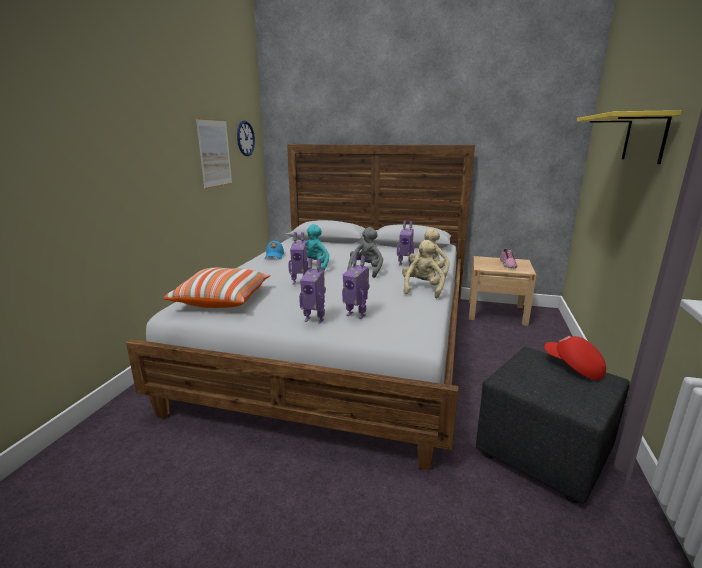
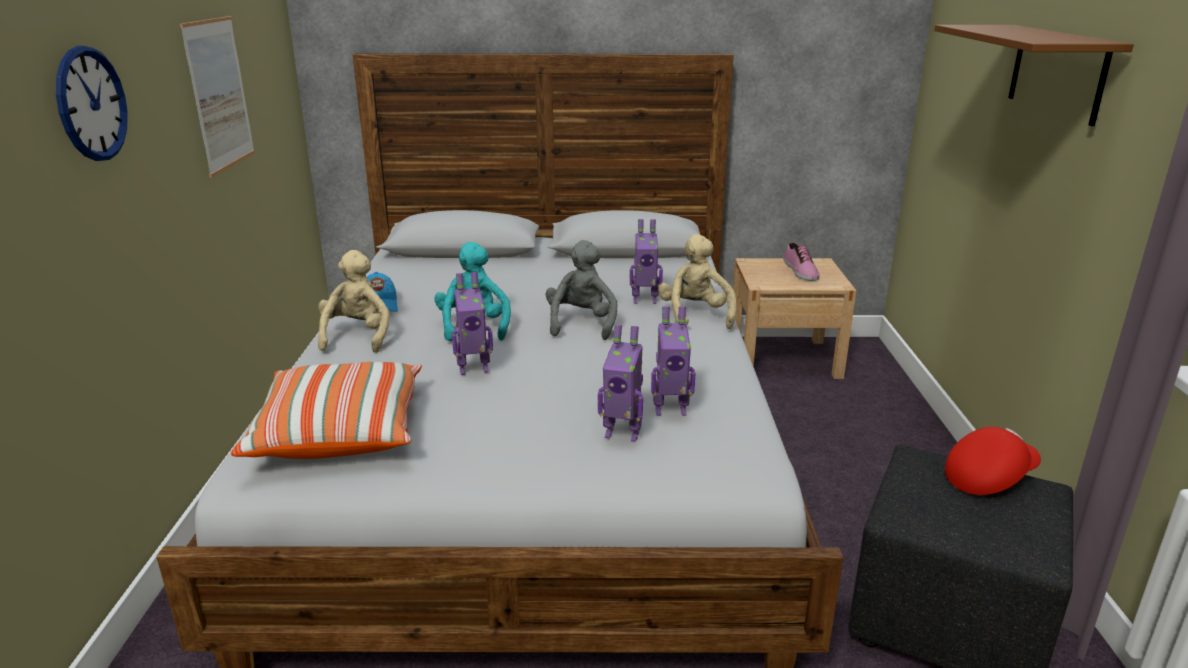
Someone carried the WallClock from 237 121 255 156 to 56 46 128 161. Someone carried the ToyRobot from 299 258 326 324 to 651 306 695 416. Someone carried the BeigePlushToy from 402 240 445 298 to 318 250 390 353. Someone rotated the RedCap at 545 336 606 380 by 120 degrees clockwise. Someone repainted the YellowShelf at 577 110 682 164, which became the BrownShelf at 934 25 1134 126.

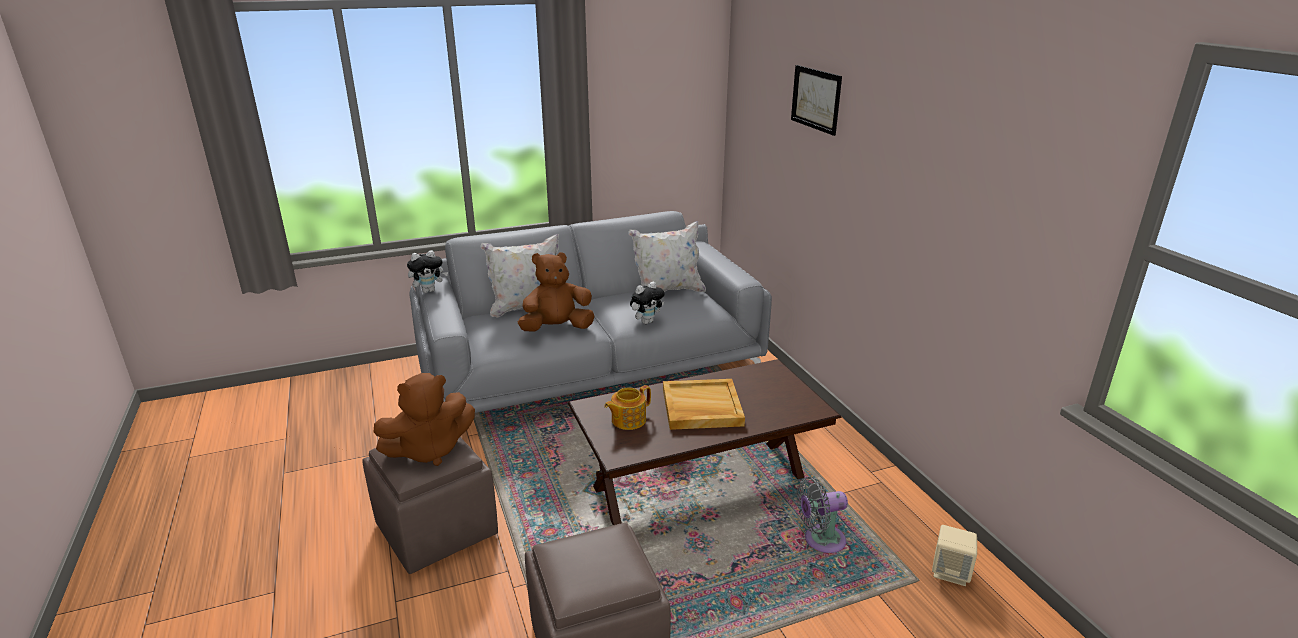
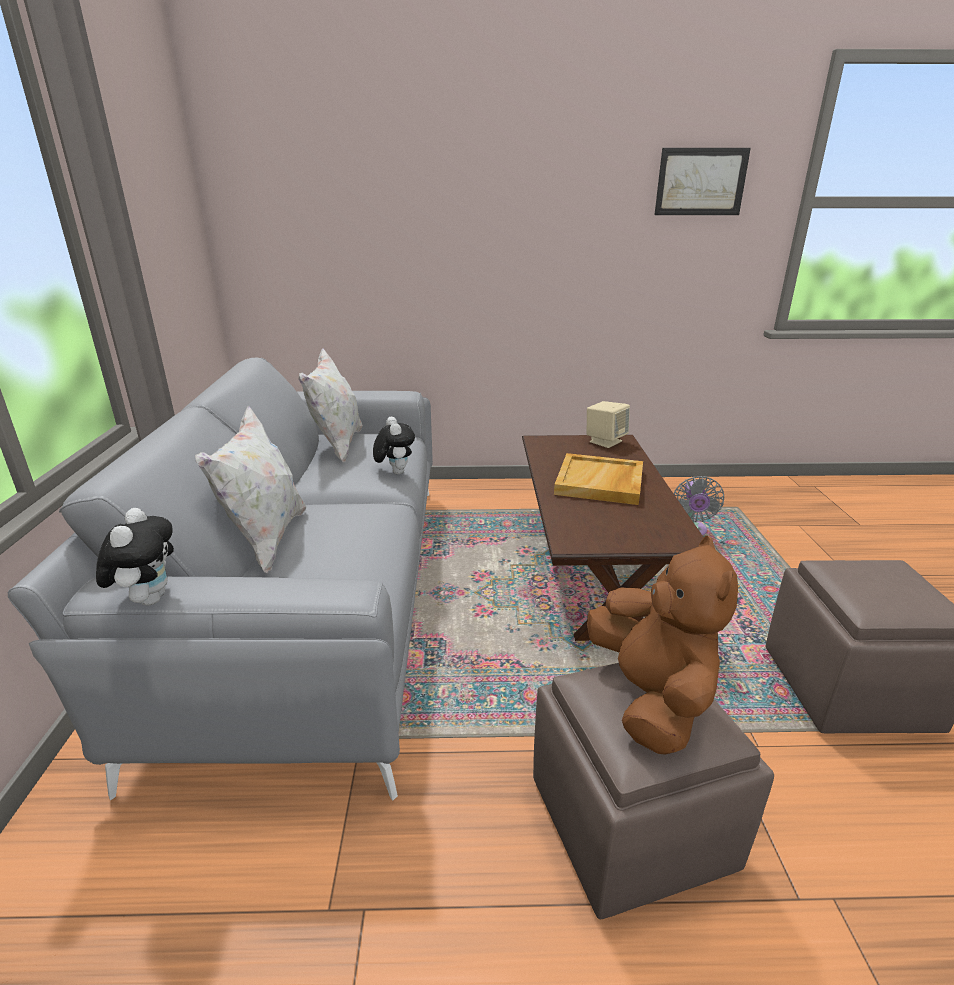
Someone took away the BrownPlushToy at 518 252 595 332. Someone took away the Teapot at 604 385 651 430. Someone carried the Picture from 791 65 842 136 to 655 148 751 215. Someone carried the BeigeSpeaker from 932 525 977 586 to 587 401 630 448.

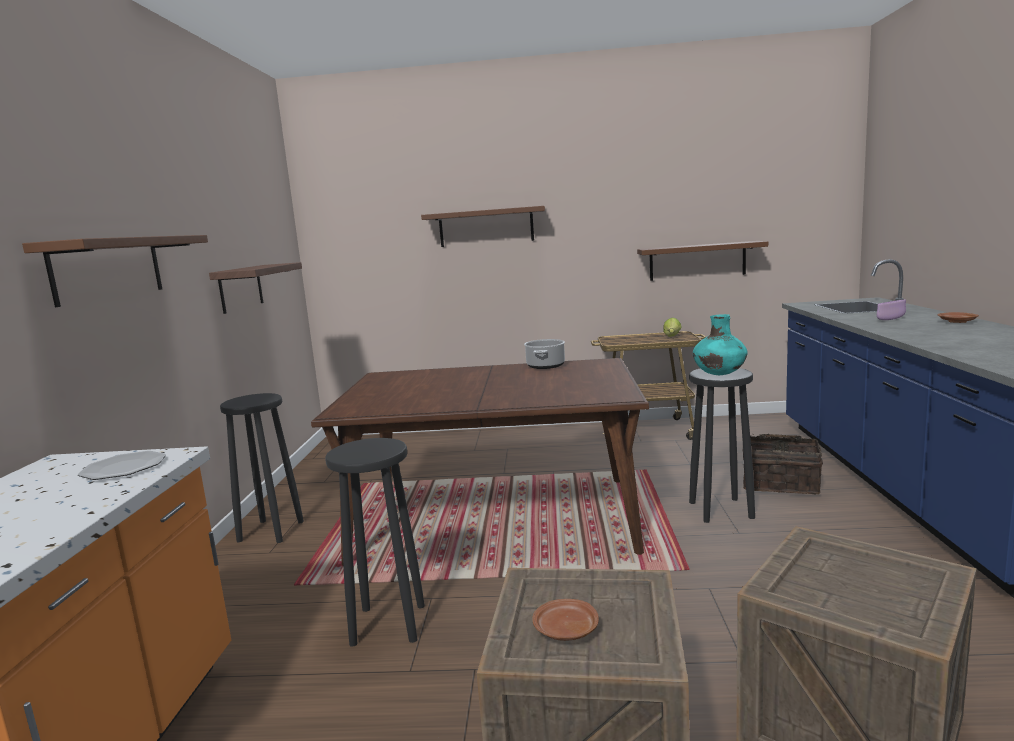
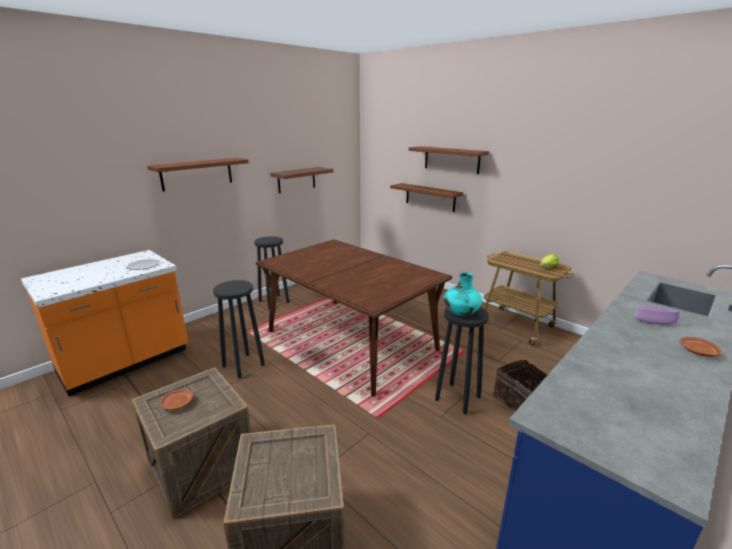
Someone took away the CookingPot at 524 339 565 369. Someone carried the BrownShelf from 637 241 768 281 to 390 183 463 212.

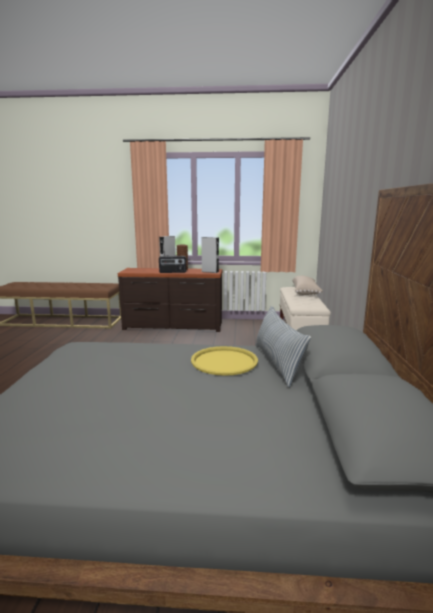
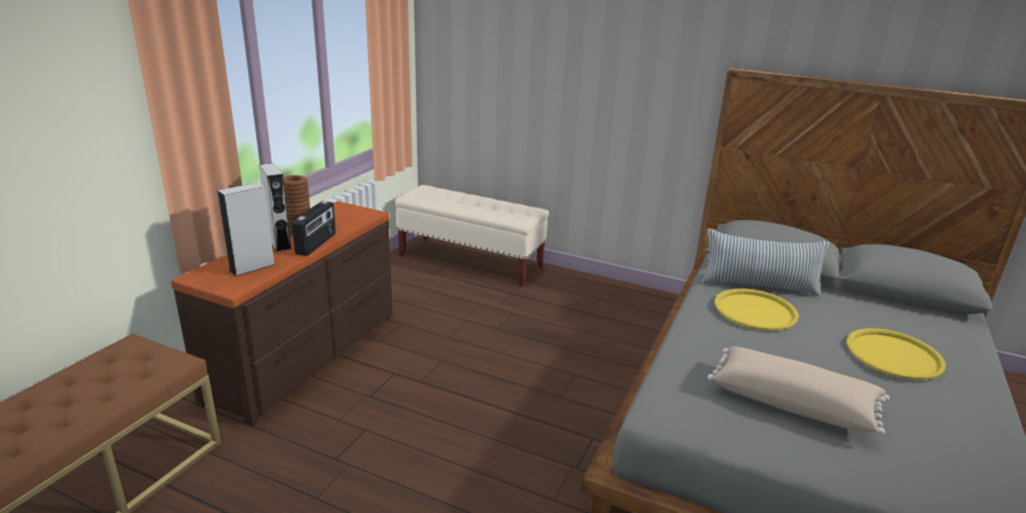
Someone carried the GreySpeaker from 201 237 219 273 to 218 182 275 276. Someone carried the BeigePillow from 292 276 323 295 to 708 346 890 435. Someone put down the YellowTray at 846 328 946 380.

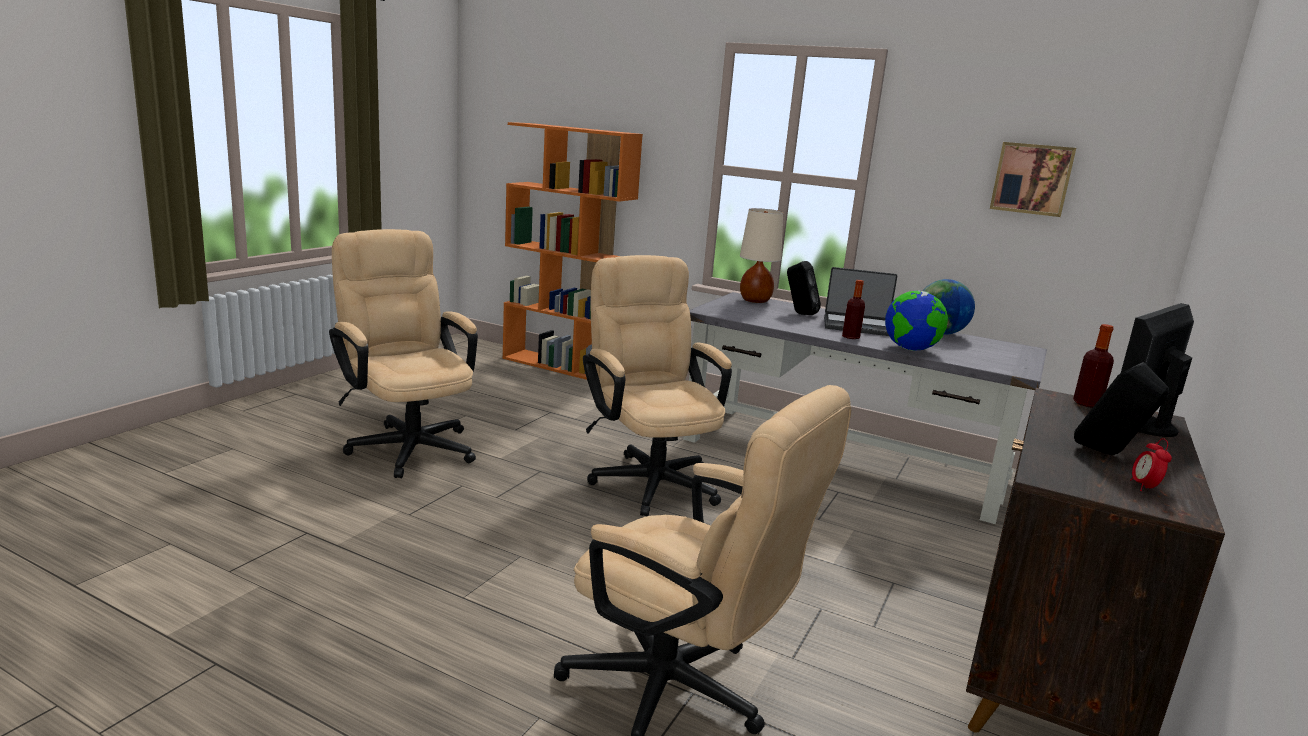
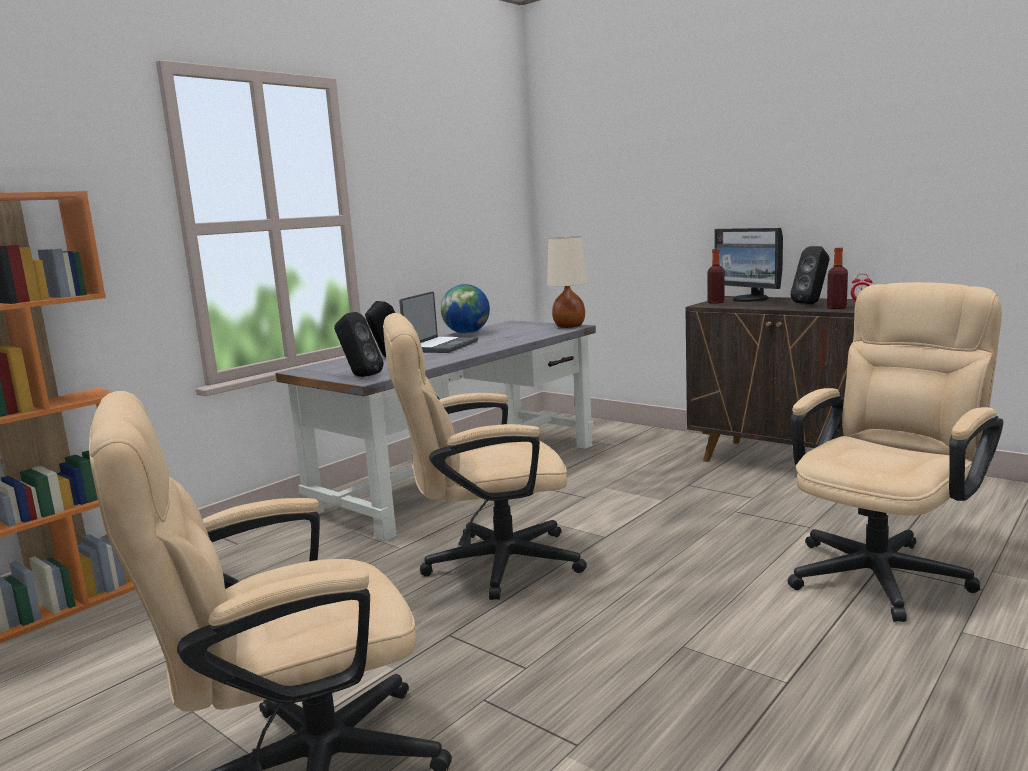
Someone carried the BeigeTableLamp from 740 208 783 303 to 547 237 587 328. Someone carried the Bottle from 842 280 865 339 to 827 247 848 309. Someone took away the Globe at 885 290 948 351. Someone took away the Picture at 990 142 1076 217. Someone put down the BlackSpeaker at 334 312 383 377.

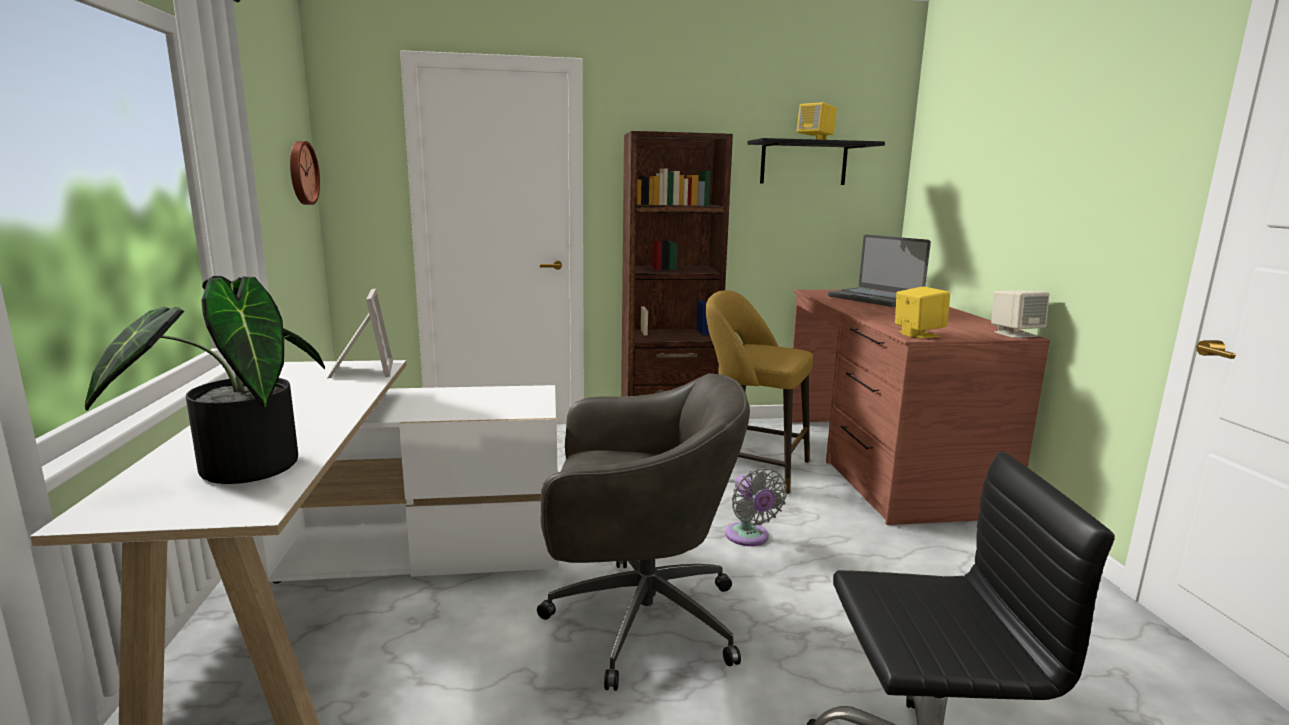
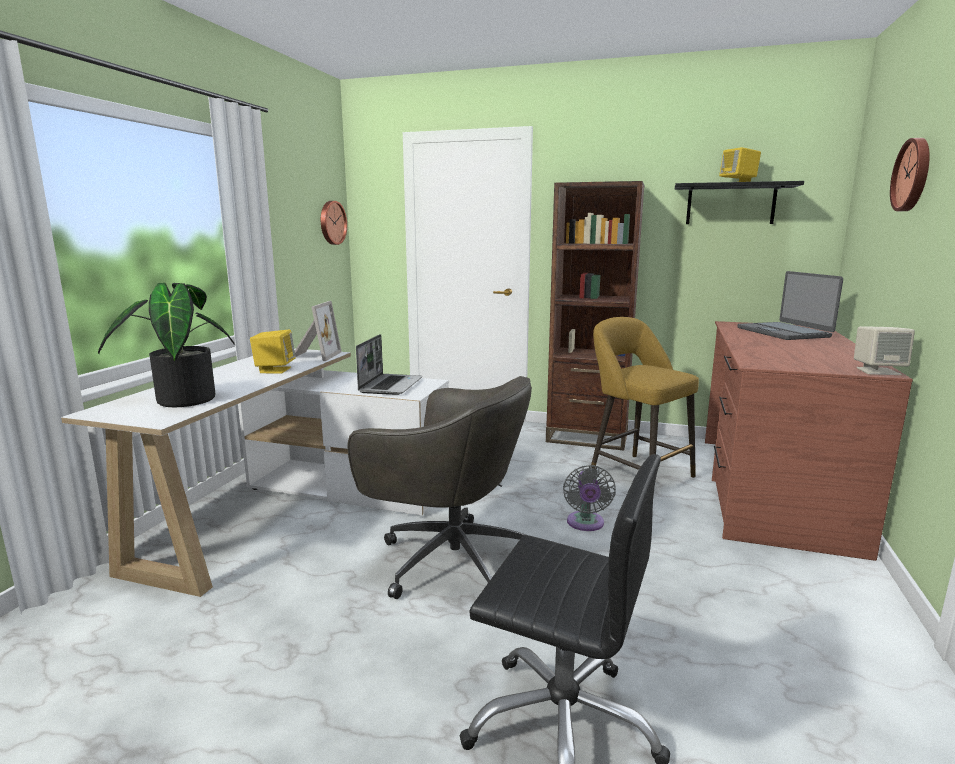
Someone carried the YellowSpeaker from 895 287 950 338 to 250 330 296 374. Someone put down the Laptop at 356 334 422 395. Someone put up the WallClock at 890 138 930 211.

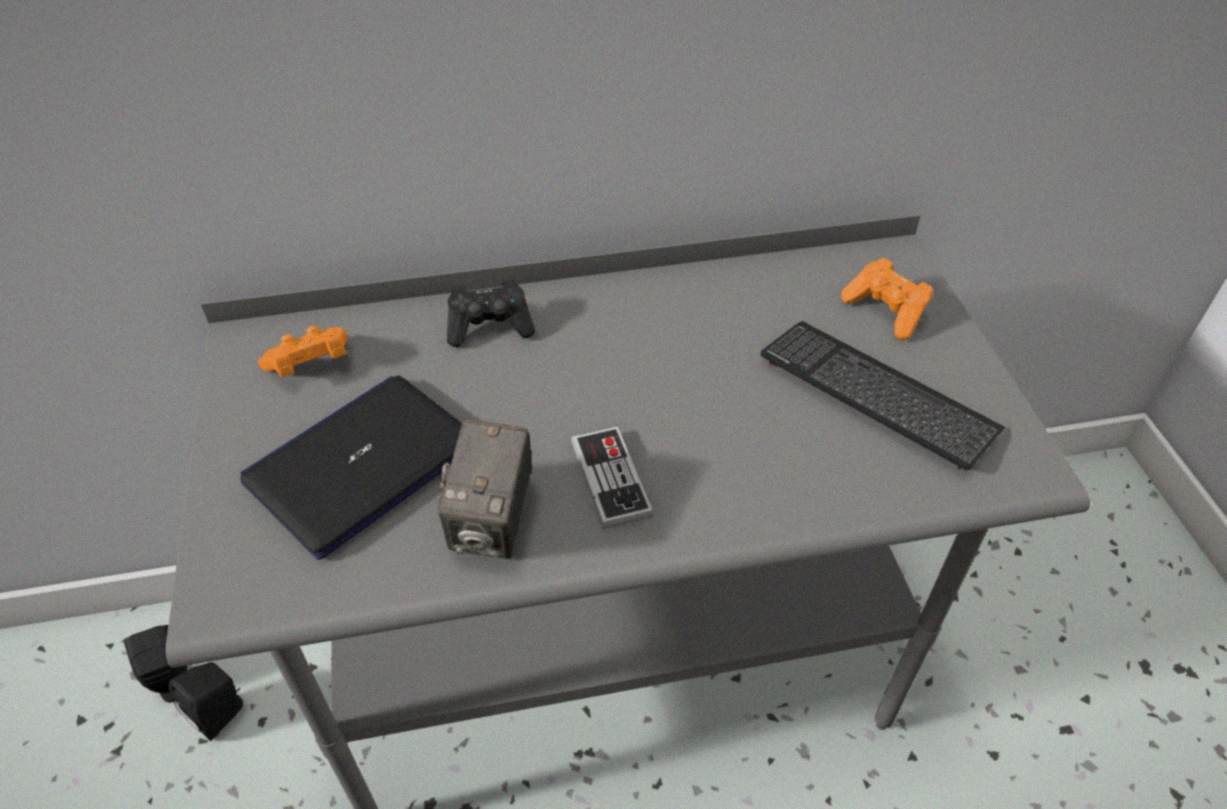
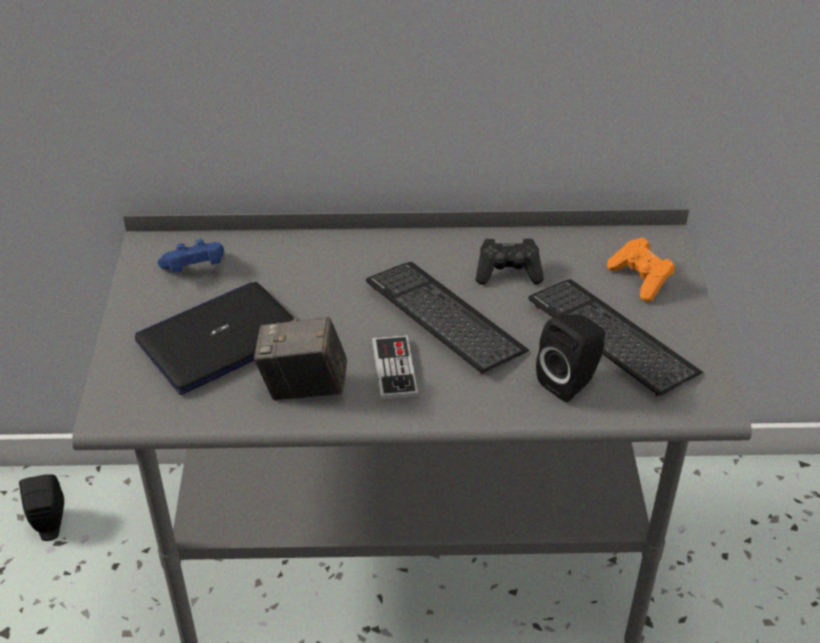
Someone carried the BlackSpeaker from 169 662 243 741 to 536 314 605 402. Someone repainted the OrangeGameController at 258 326 347 377, which became the BlueGameController at 158 239 224 273. Someone rotated the PhotoCamera at 438 419 532 559 by 75 degrees clockwise. Someone carried the BlackGameController from 447 280 535 347 to 476 239 544 285. Someone put down the Keyboard at 366 262 530 374.

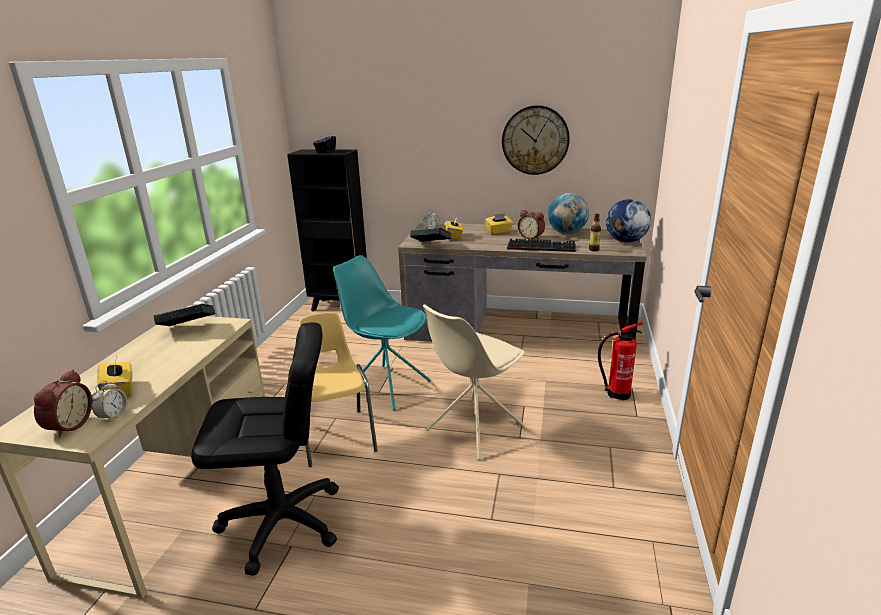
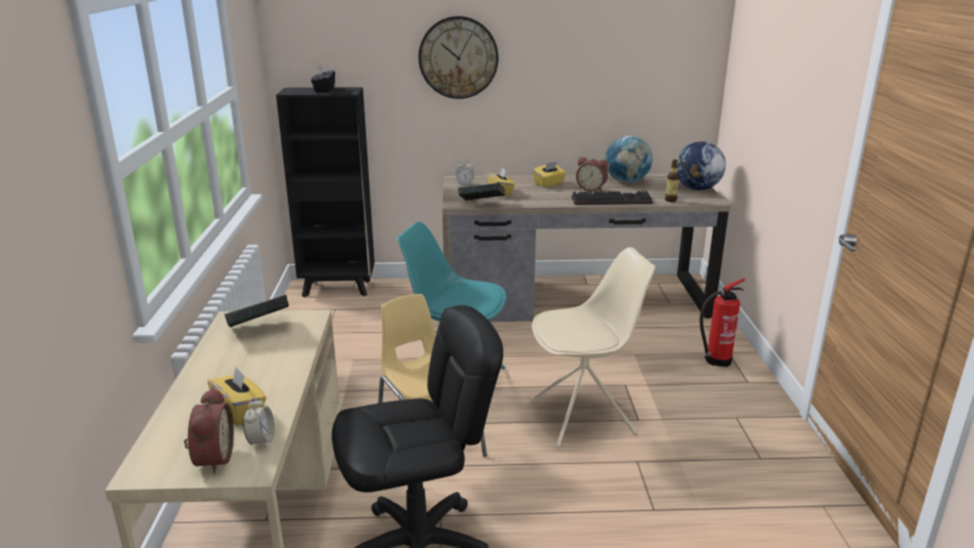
Someone rotated the BeigeChair at 423 304 525 460 by 135 degrees counterclockwise. Someone carried the WallClock from 502 105 570 175 to 418 16 498 99.

